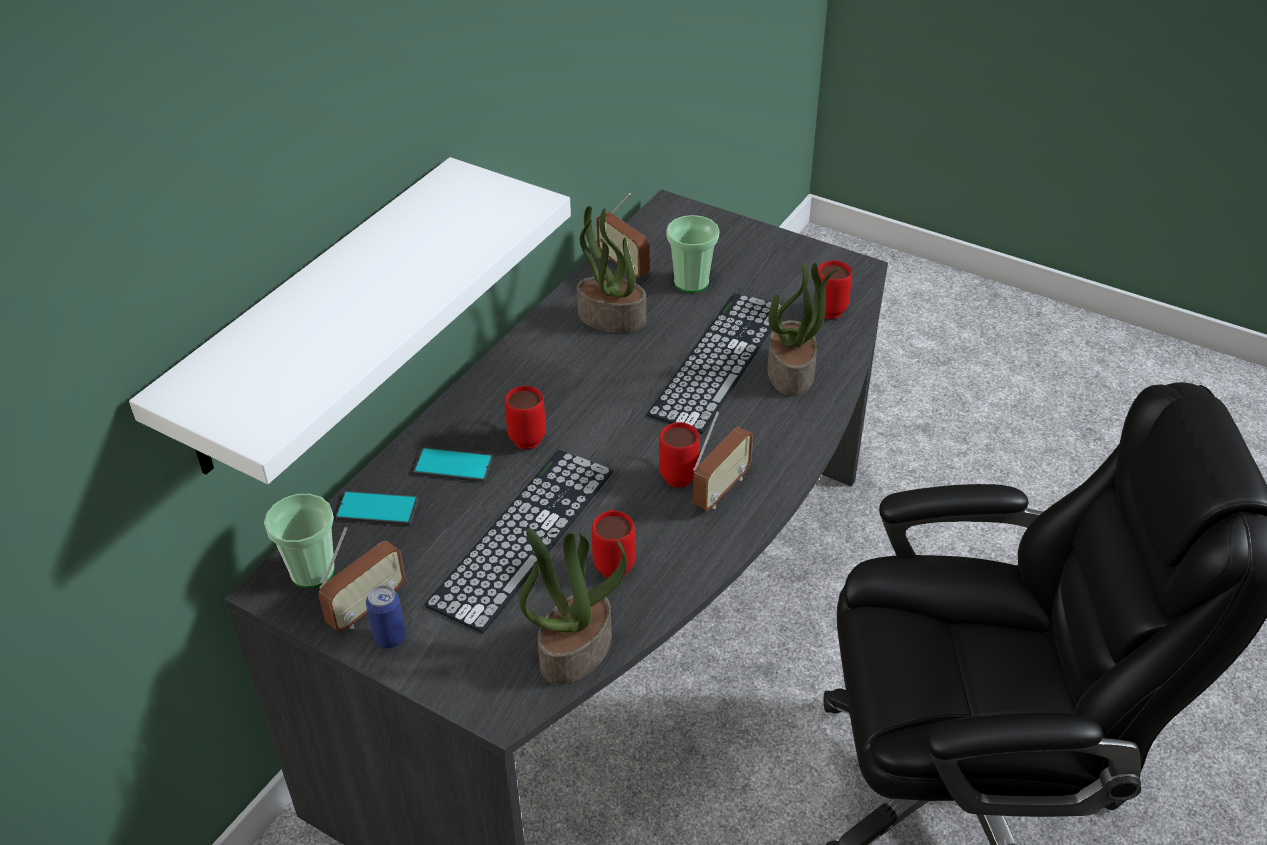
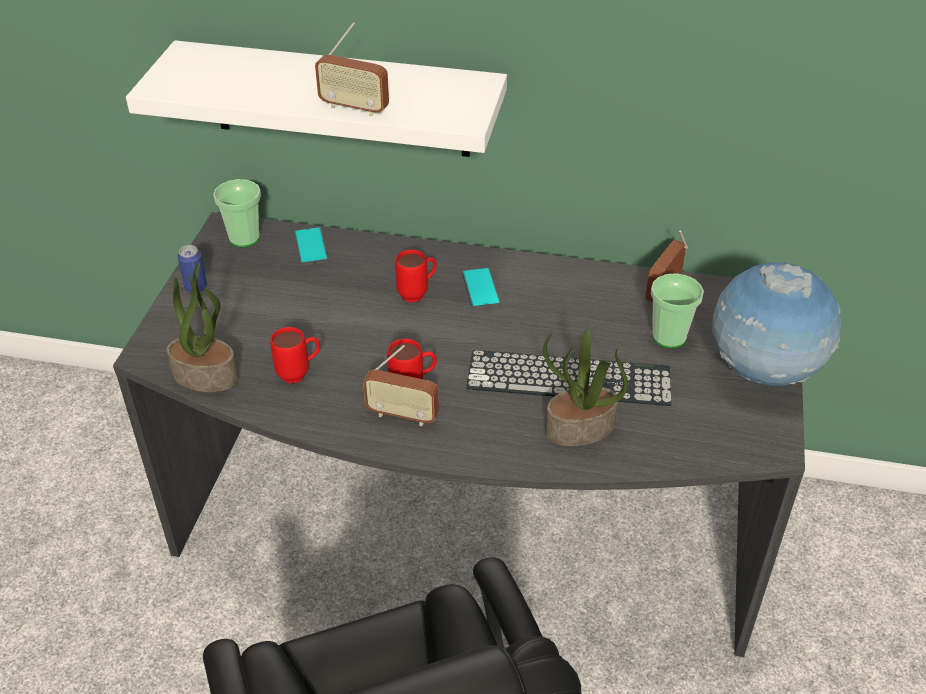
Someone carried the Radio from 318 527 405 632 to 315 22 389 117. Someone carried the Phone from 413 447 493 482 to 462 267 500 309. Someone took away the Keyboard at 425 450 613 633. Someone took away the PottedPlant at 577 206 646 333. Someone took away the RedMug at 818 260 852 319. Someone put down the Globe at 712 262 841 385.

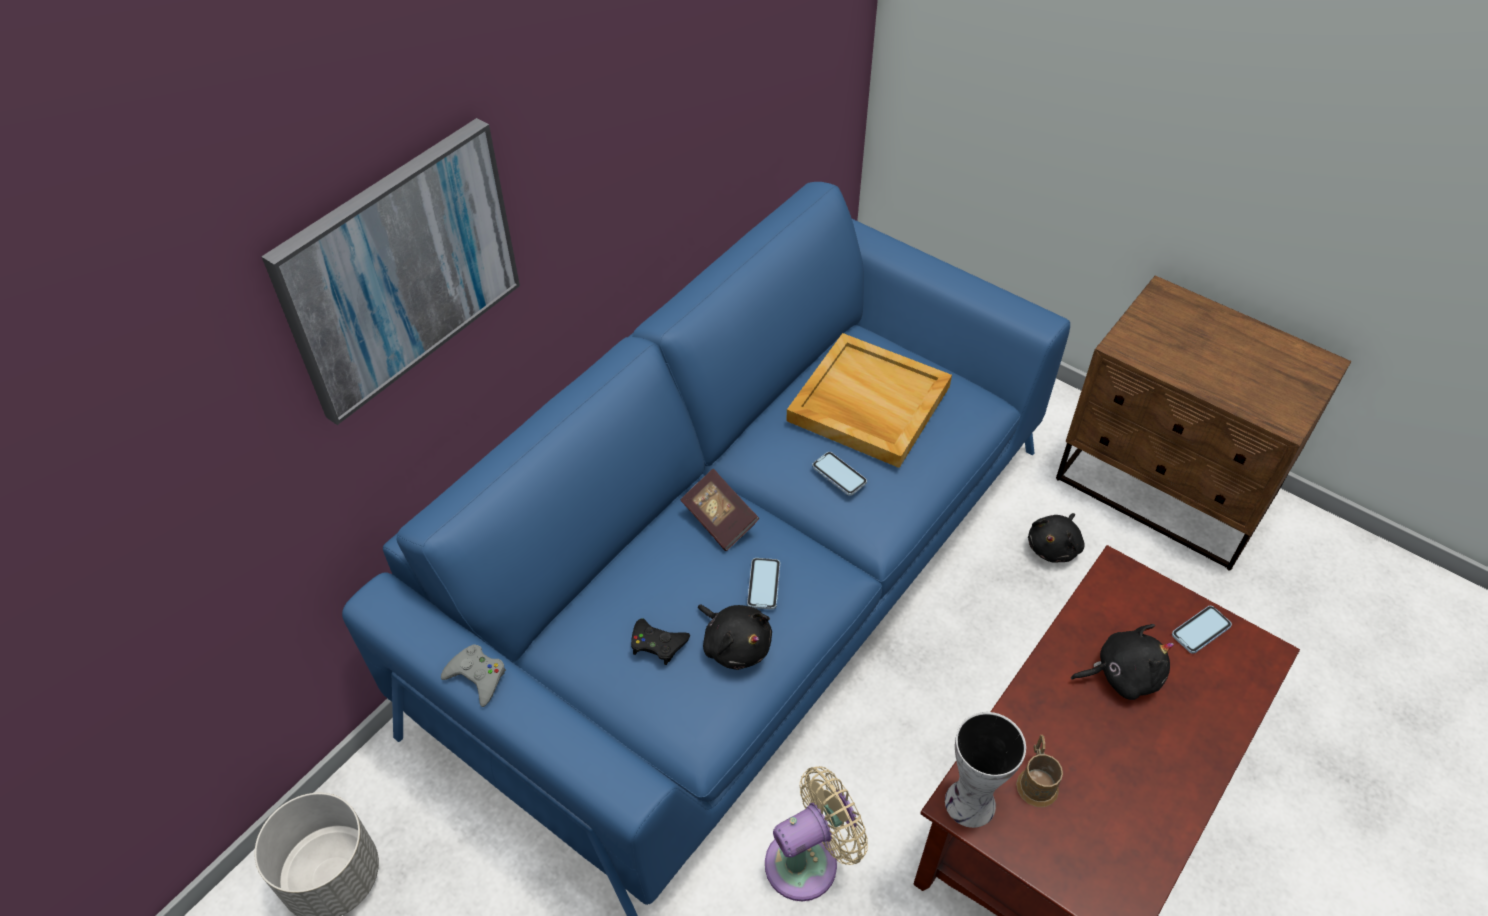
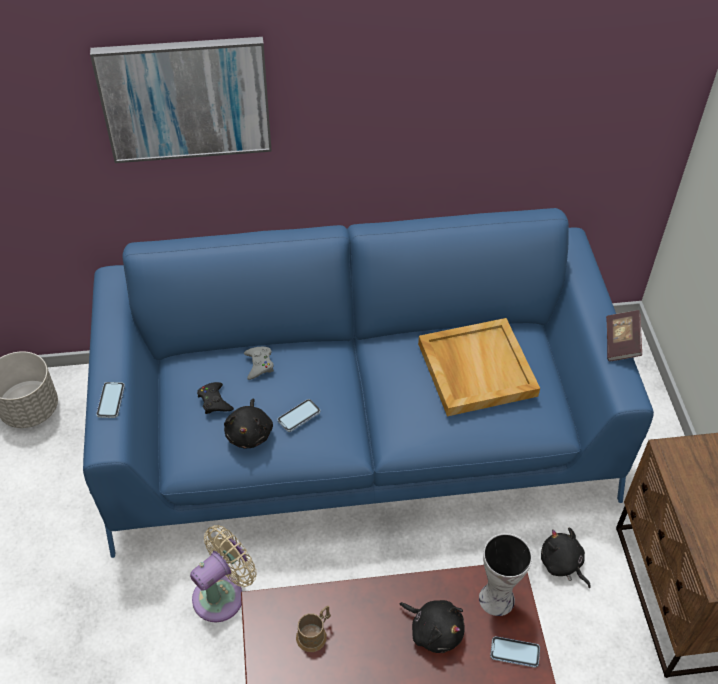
Someone carried the GreyGameController from 441 644 506 707 to 244 347 274 380. Someone carried the Book from 680 469 759 551 to 606 310 642 362. Someone rotated the BeigeFan at 765 766 868 901 by 60 degrees counterclockwise. Someone carried the Phone from 812 452 867 496 to 96 382 125 418. Someone carried the Vase from 945 712 1026 828 to 479 533 532 616. Someone rotated the BlackPlushToy at 1028 513 1085 562 by 60 degrees clockwise.

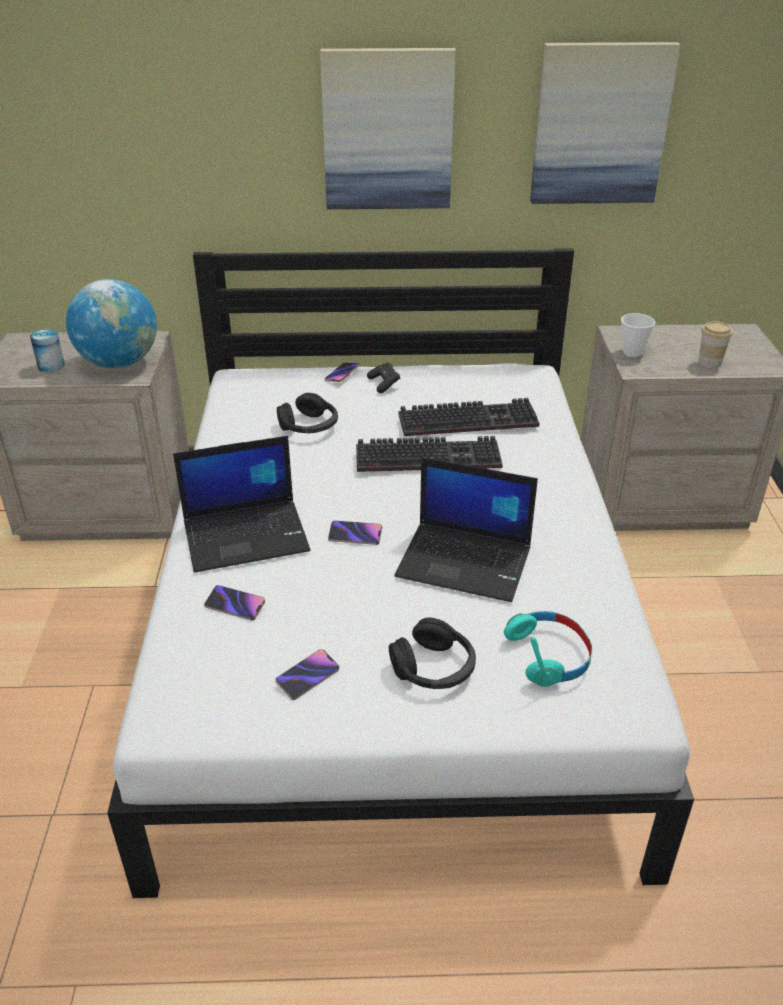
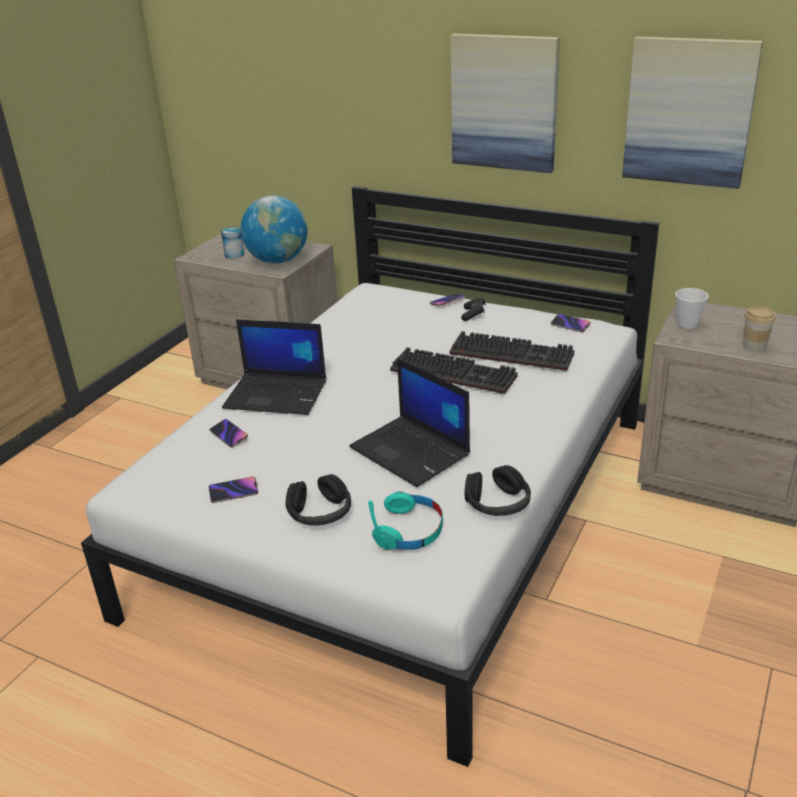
Someone carried the BlackHeadphones from 277 393 338 433 to 464 465 531 516. Someone carried the Phone from 328 520 382 545 to 551 314 590 332.

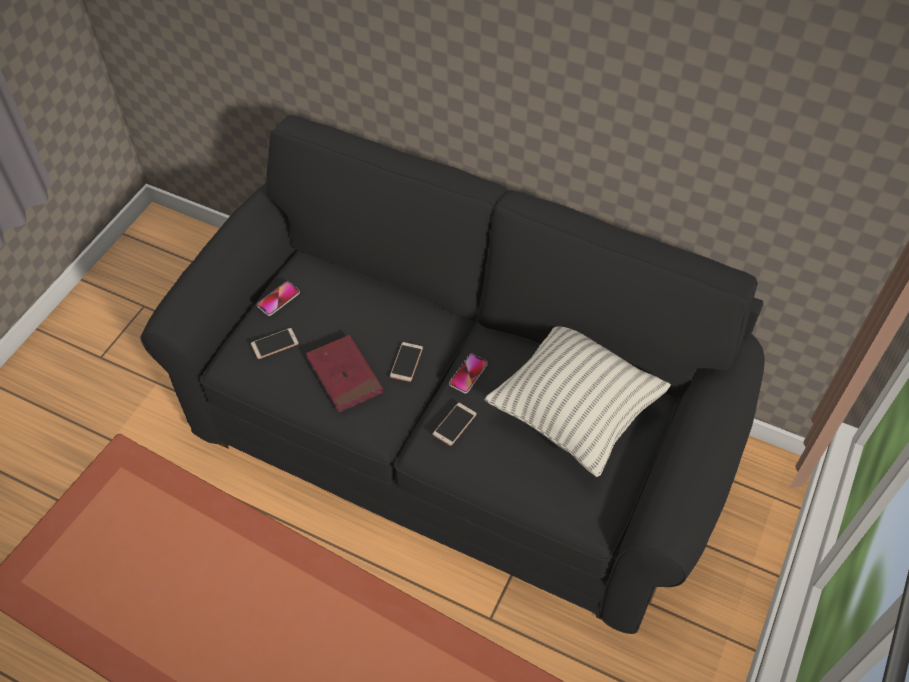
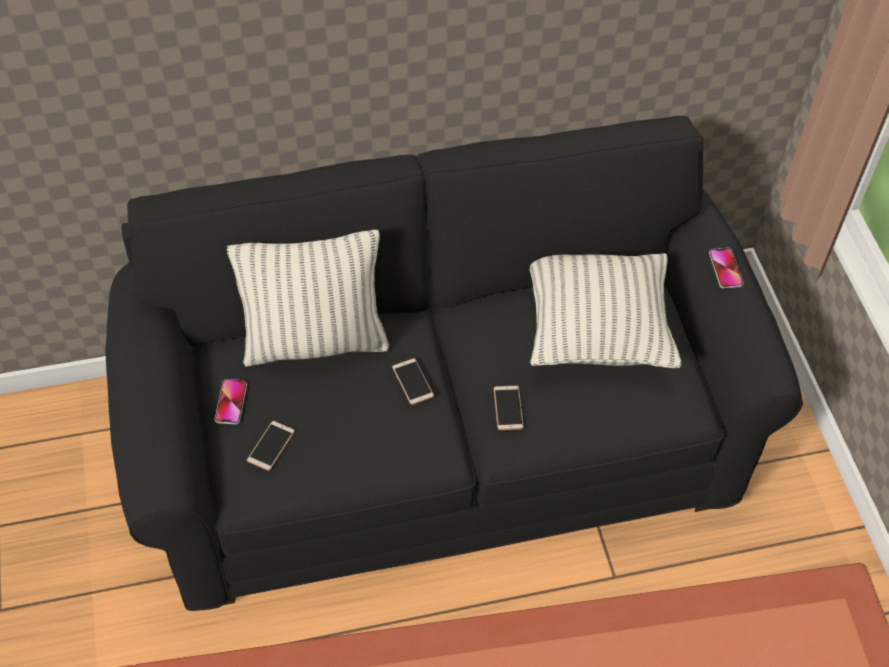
Someone took away the RedBook at 306 335 383 413. Someone carried the Phone from 449 354 488 394 to 709 248 744 289. Someone put down the Pillow at 227 230 389 367.

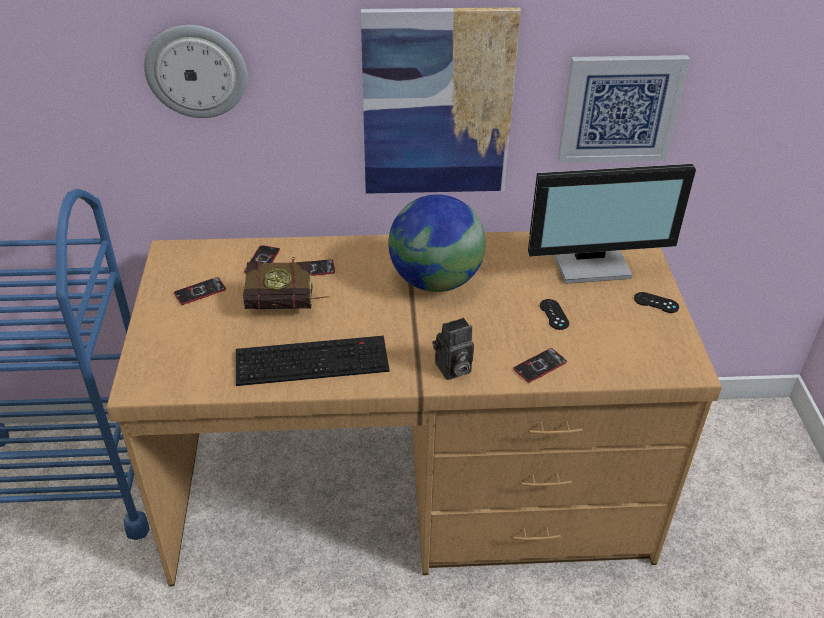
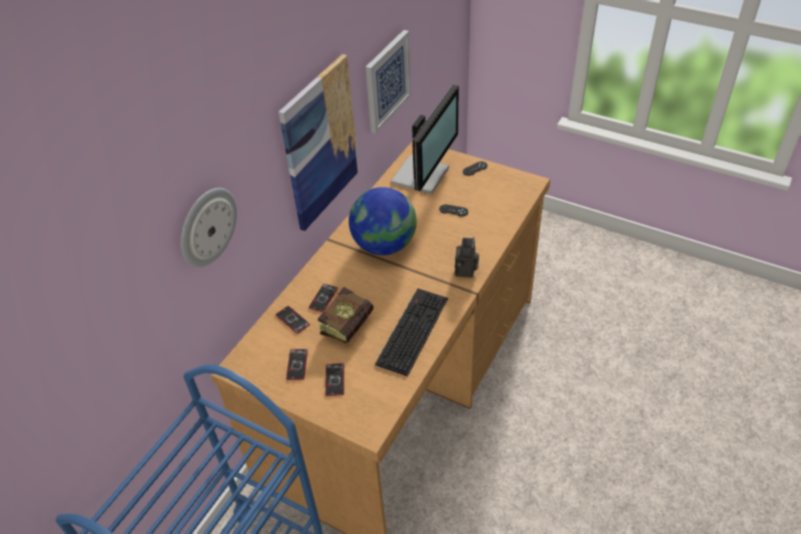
Someone carried the Phone from 513 348 567 383 to 325 363 344 396.

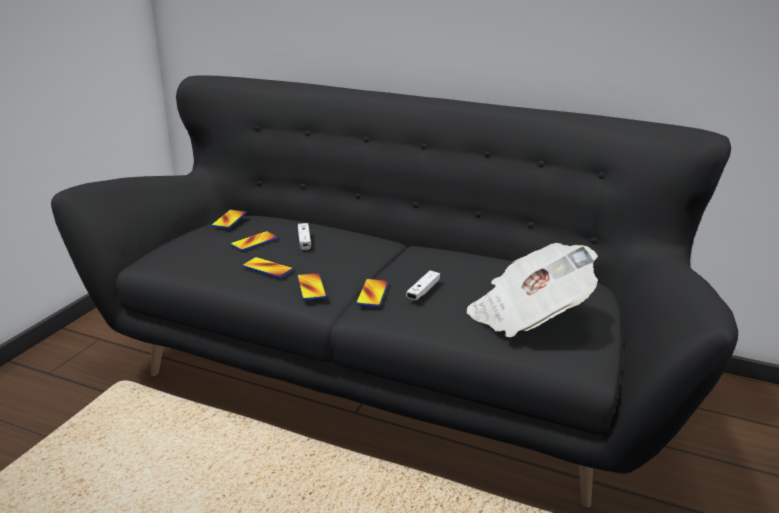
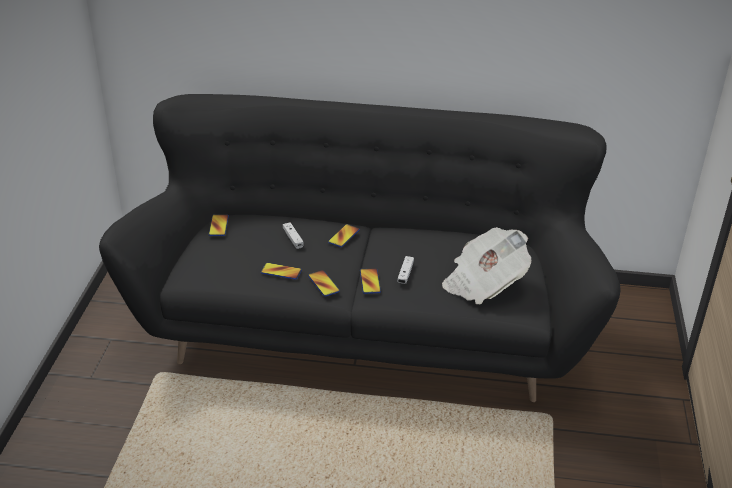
Someone carried the Phone from 230 231 279 251 to 328 224 360 247.

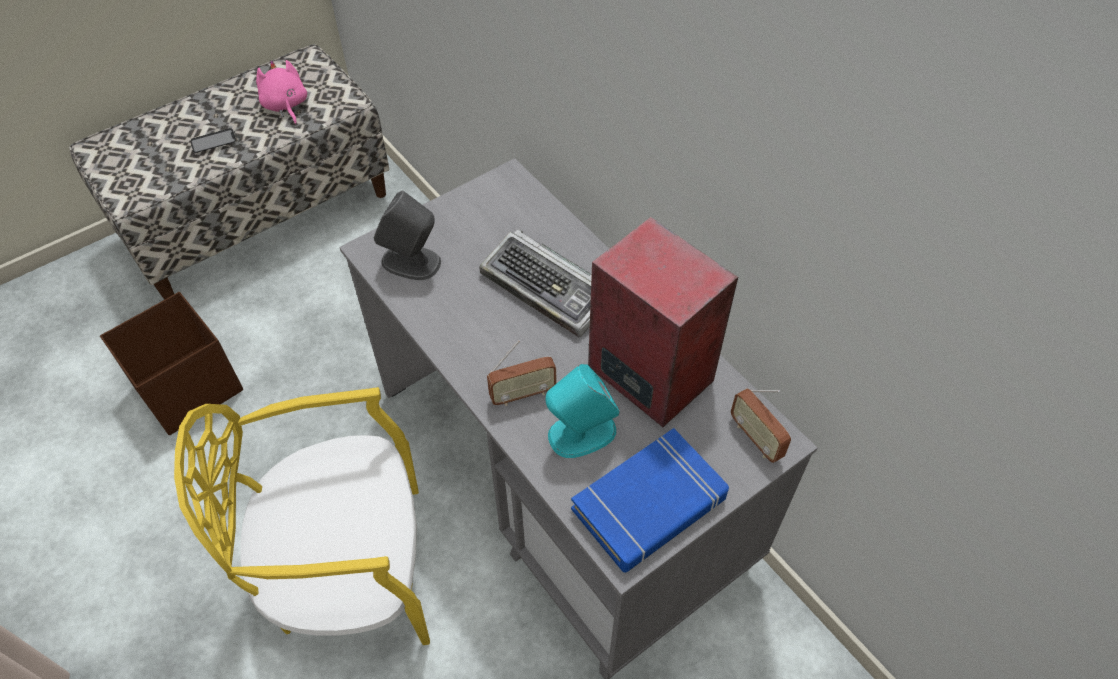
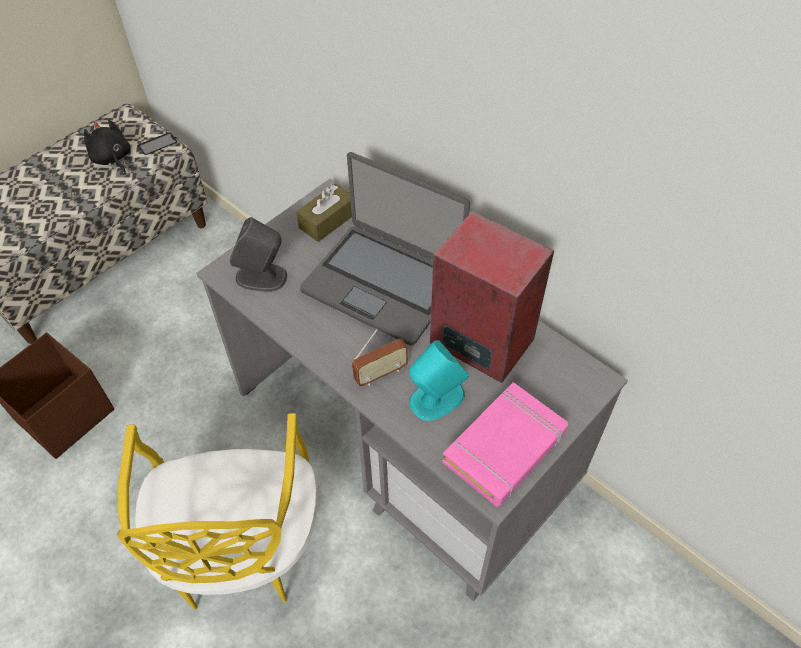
Someone rotated the YellowChair at 174 387 430 645 by 75 degrees counterclockwise. Someone carried the Phone from 191 128 236 153 to 138 133 177 155. Someone repainted the PinkPlushToy at 256 60 307 125, which became the BlackPlushToy at 84 120 130 174. Someone swapped the Keyboard at 479 229 592 337 for the Laptop at 300 152 470 346. Someone repainted the BlueBook at 571 428 729 573, which became the PinkBook at 442 382 568 507. Someone took away the Radio at 731 388 791 463. Someone put down the BrownTissueBox at 296 183 352 242.

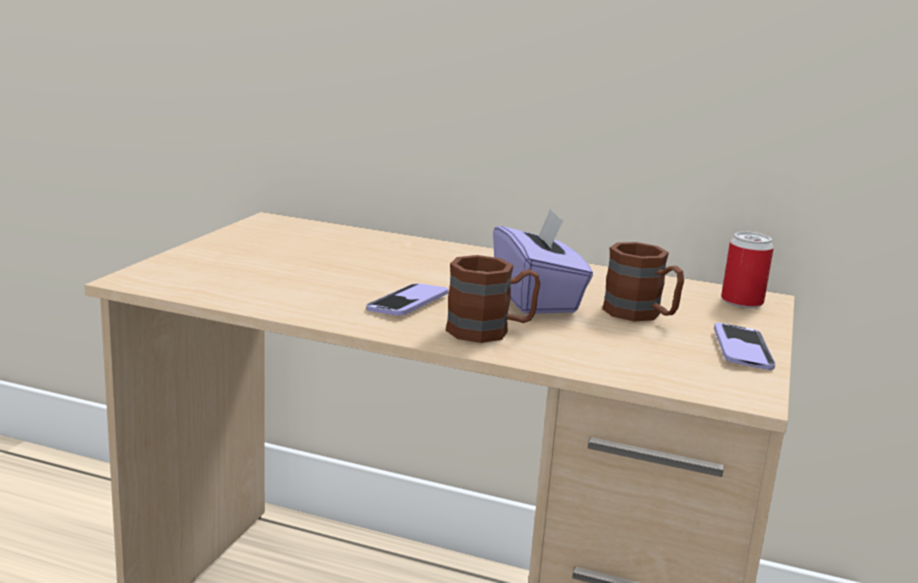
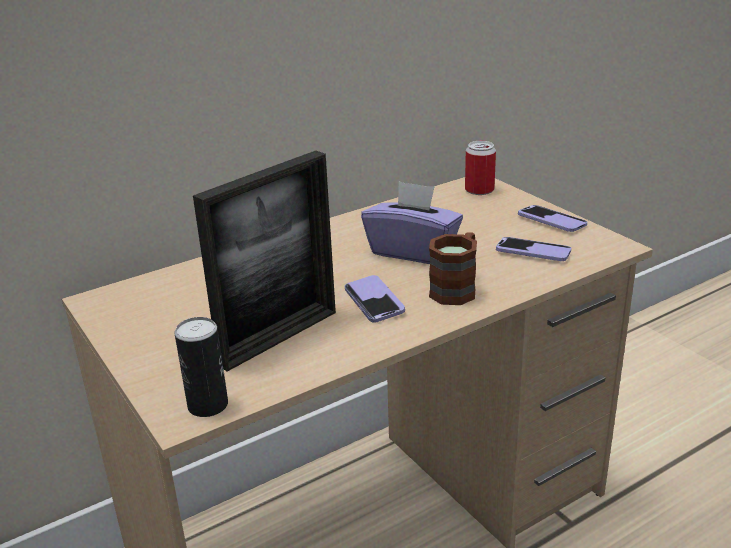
Someone took away the BrownMug at 602 242 684 321. Someone put down the Can at 174 317 228 417. Someone put down the PictureFrame at 193 150 336 372. Someone put down the Phone at 496 237 571 261.

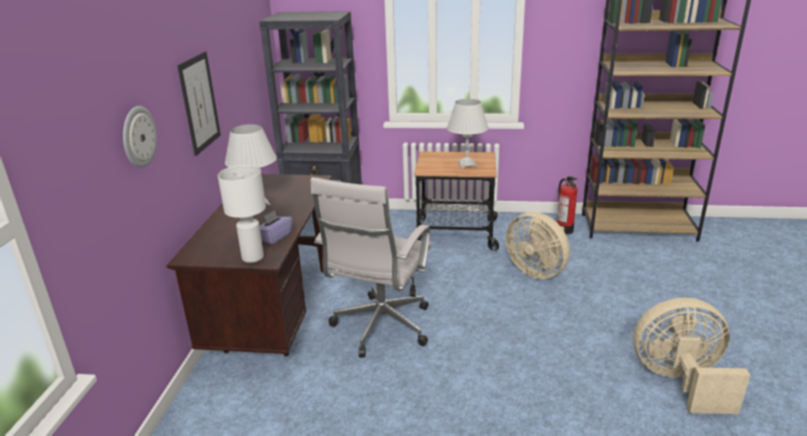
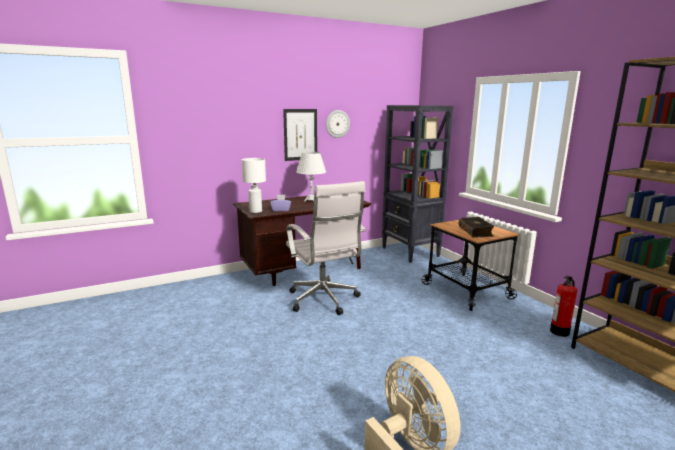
Someone carried the WallClock from 123 106 157 168 to 326 110 350 138. Someone rotated the WhiteOfficeChair at 311 177 431 357 by 105 degrees counterclockwise. Someone swapped the WhiteTableLamp at 447 99 489 169 for the Book at 459 217 494 238. Someone took away the BeigeFan at 506 212 570 279.

